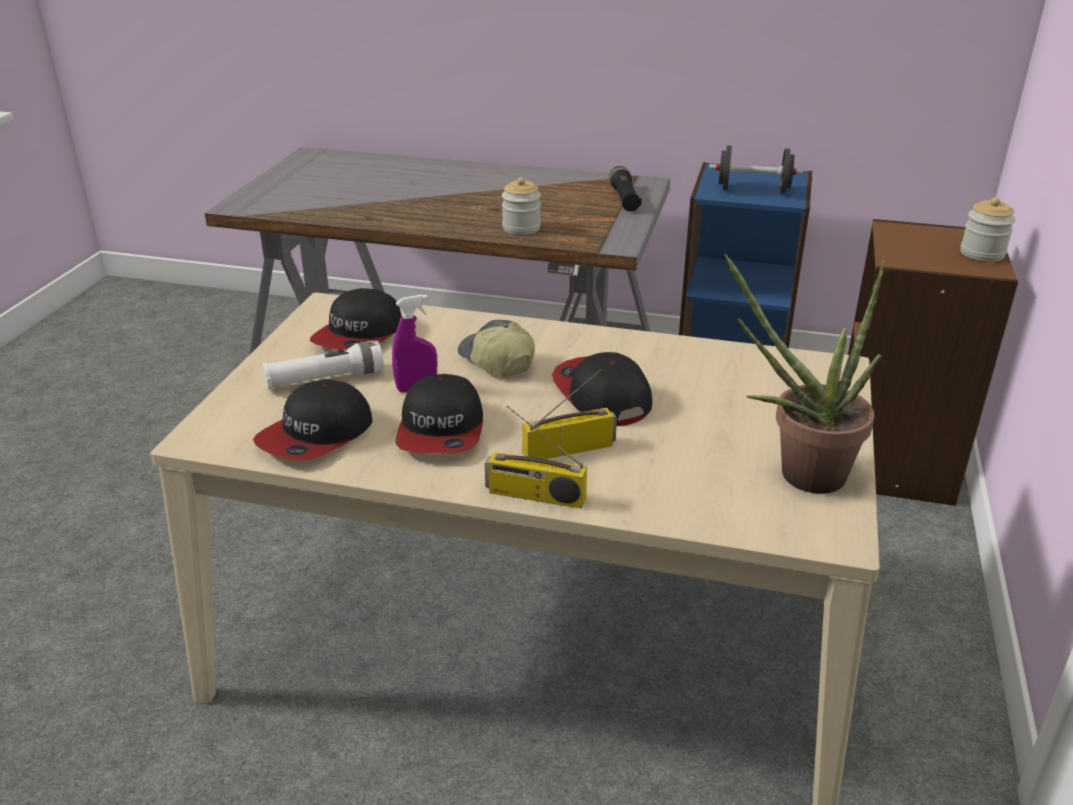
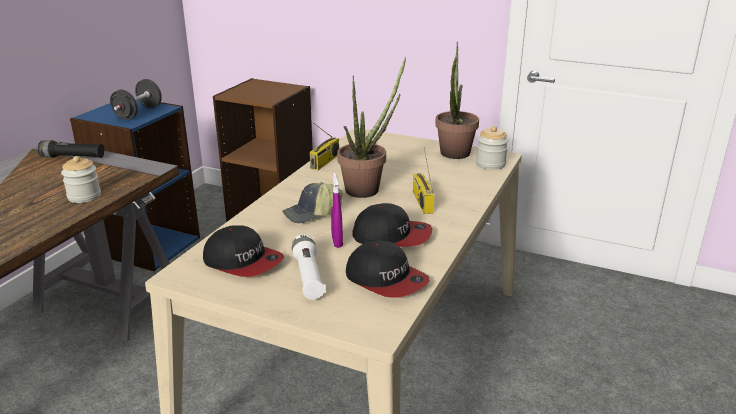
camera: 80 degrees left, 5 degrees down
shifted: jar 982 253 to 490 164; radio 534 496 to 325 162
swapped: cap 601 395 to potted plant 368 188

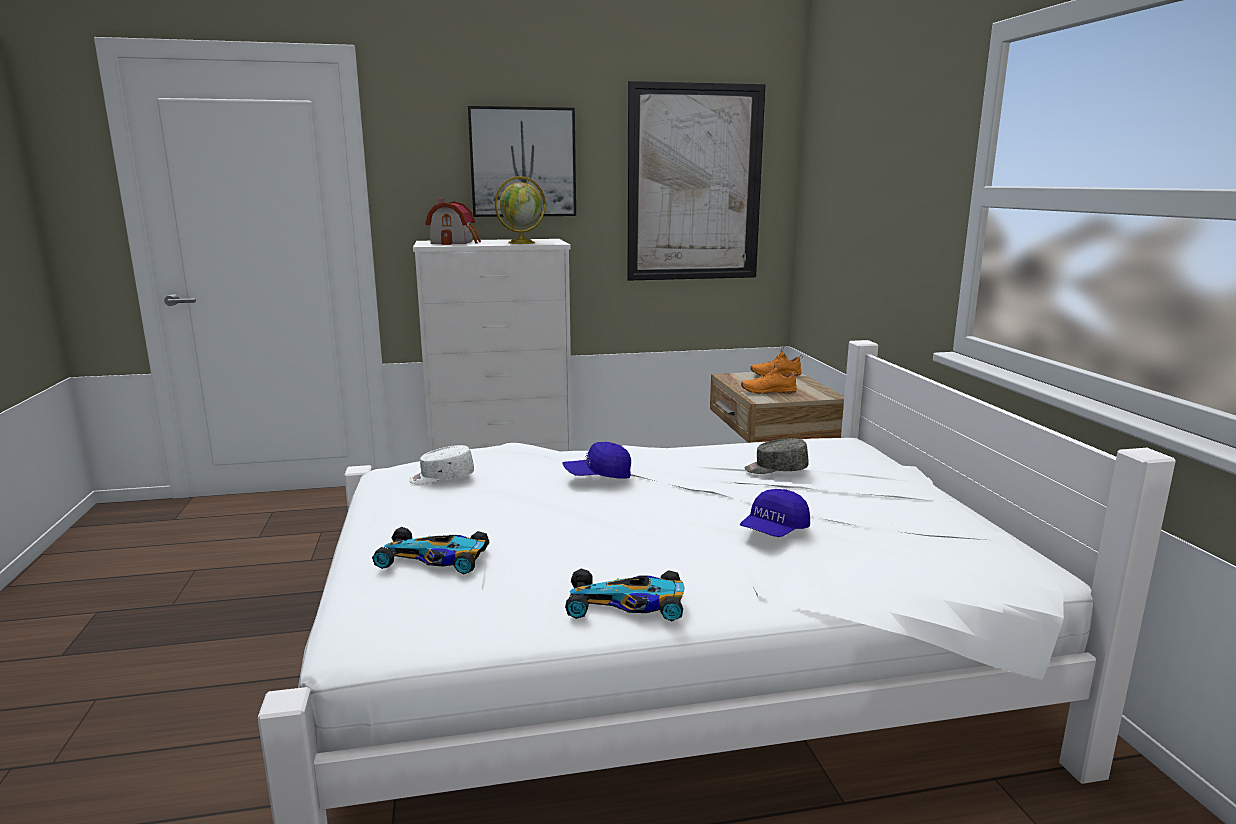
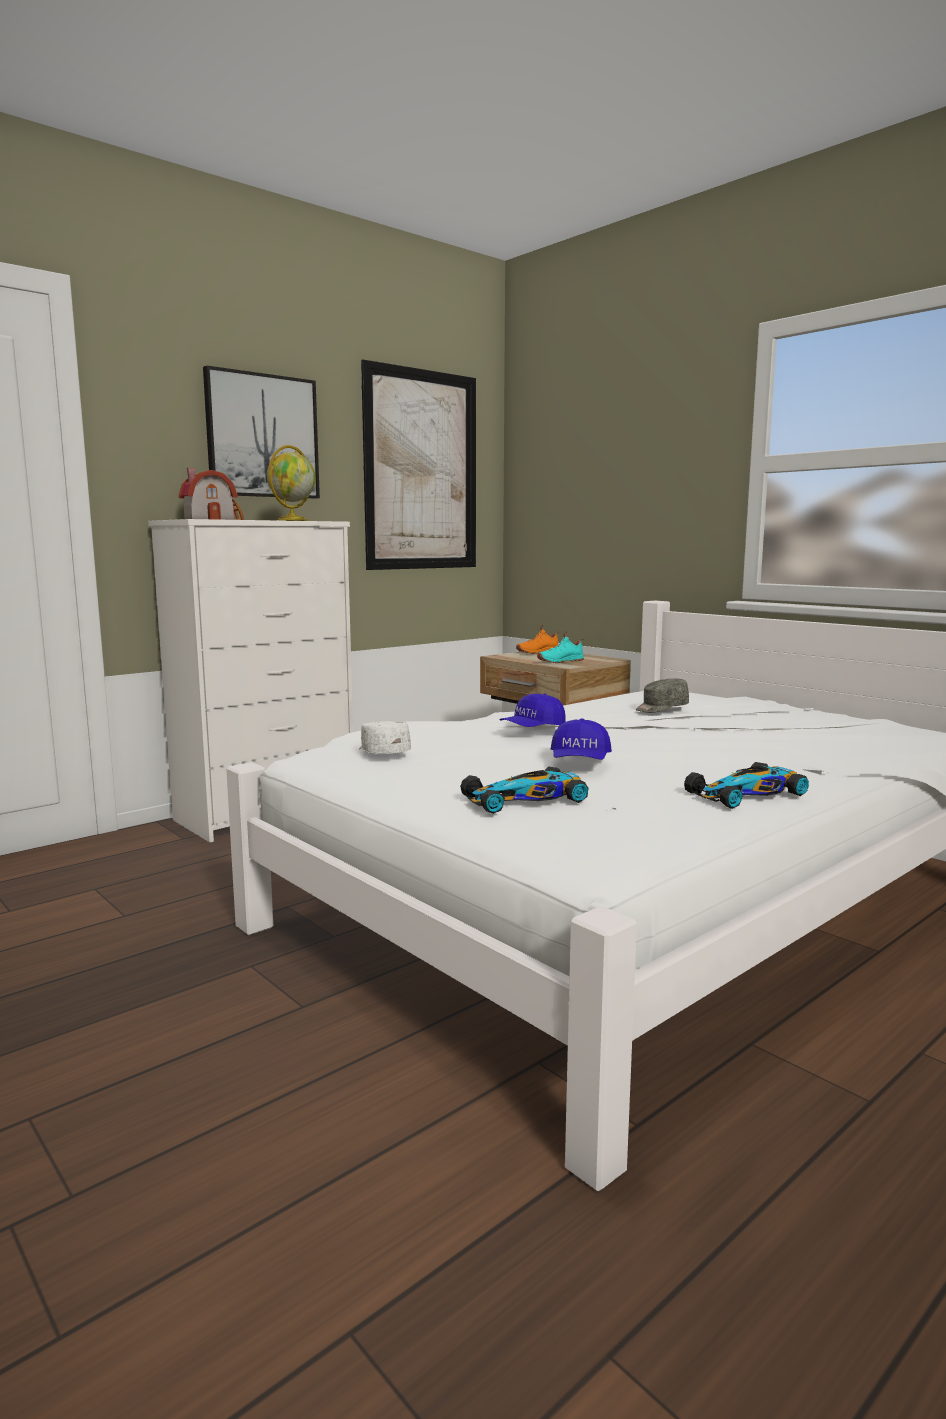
camera: 30 degrees left, 5 degrees down
shifted: cap (blue) 774 531 to 580 762
repainted: shoe (orange) 768 391 to shoe (turquoise) 559 661
rotated: cap (white) 442 478 = 382 752 105 degrees clockwise

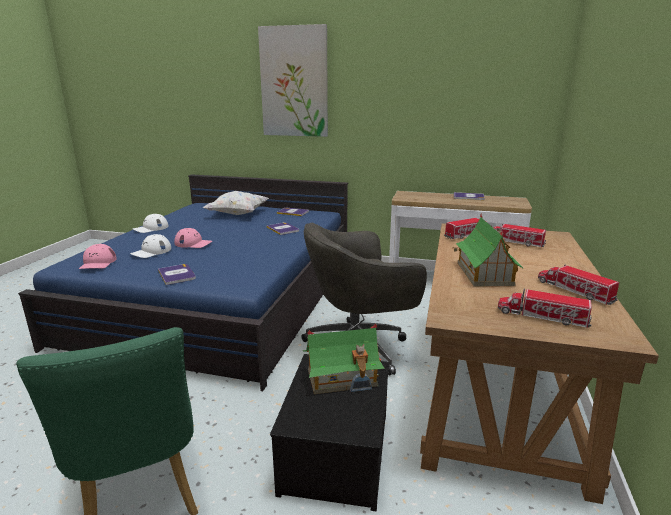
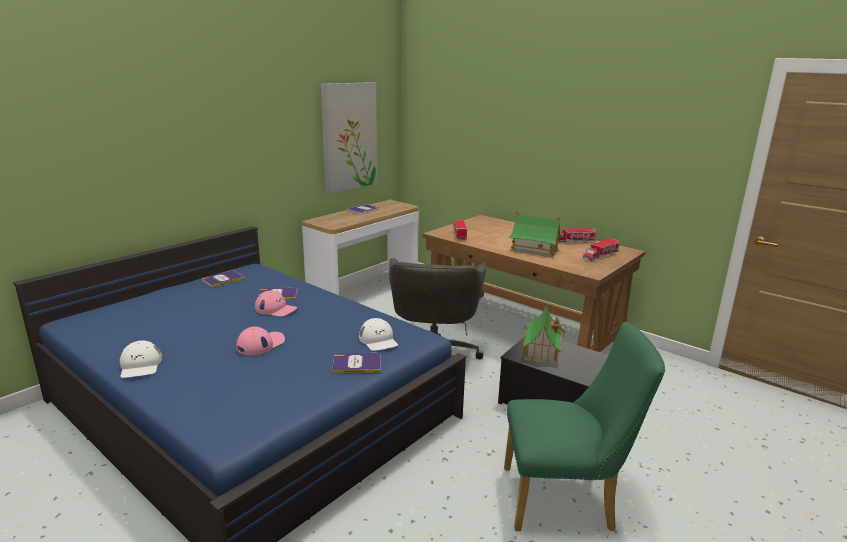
camera: 65 degrees left, 0 degrees up
gone: pillow (white) 237 214; toy truck 513 242
shifted: picture 294 82 to 349 137; cap (white) 151 251 to 378 340; cap (pink) 98 263 to 276 309

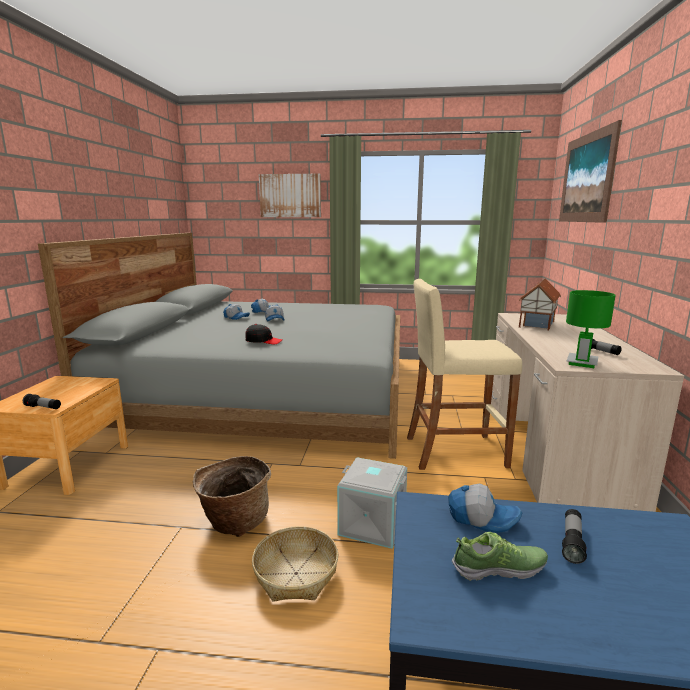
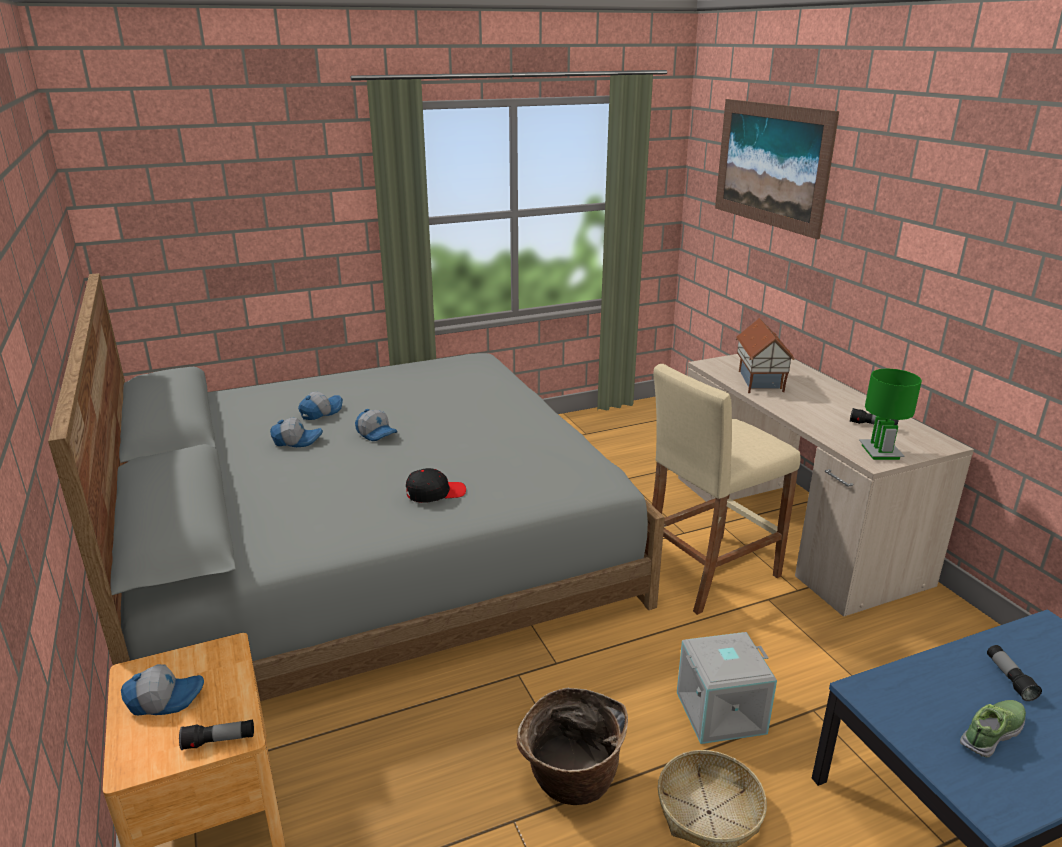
camera: 30 degrees left, 10 degrees up
gone: picture 290 195
shifted: cap 482 517 to 165 698

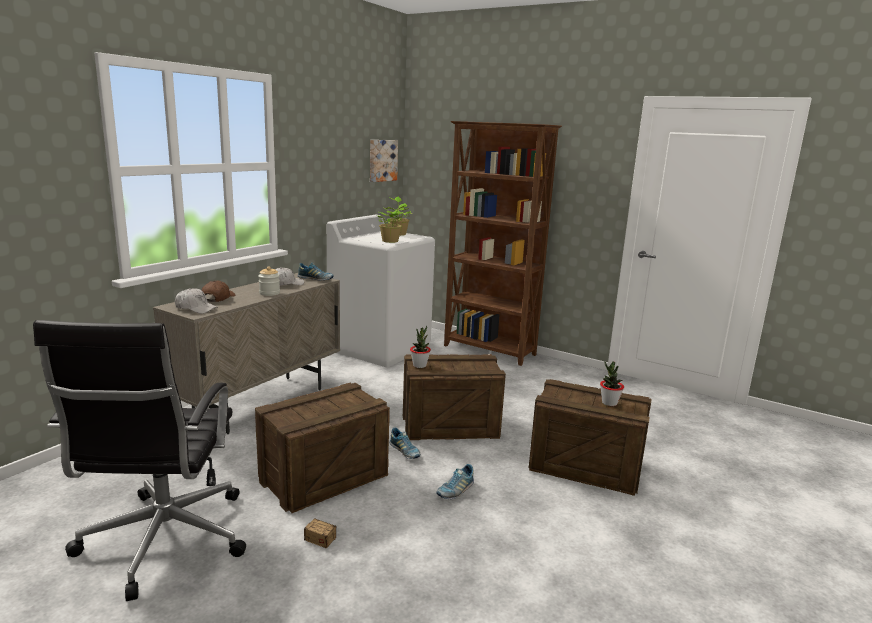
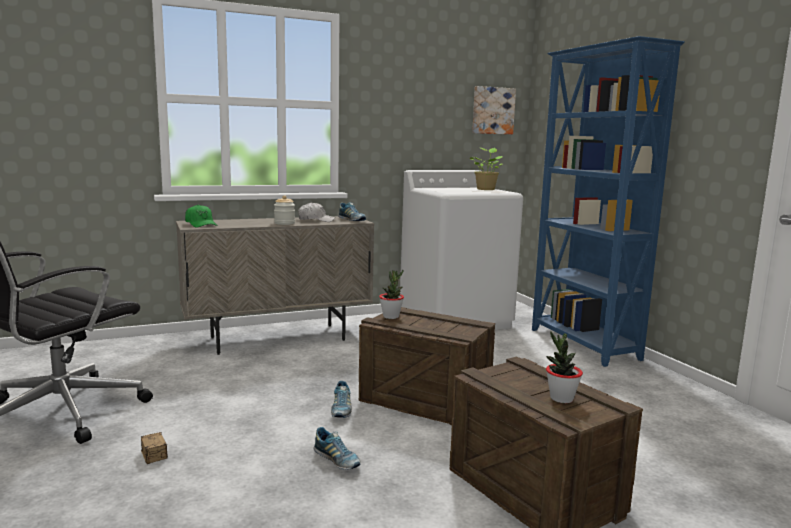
camera: 35 degrees right, 5 degrees down
gone: potted plant 391 241; cap (brown) 218 298; crate 323 478
repainted: bookcase (brown) 489 351 to bookcase (blue) 583 344; cap (white) 196 308 to cap (green) 201 224
rotated: shoe 455 490 = 337 460 120 degrees counterclockwise

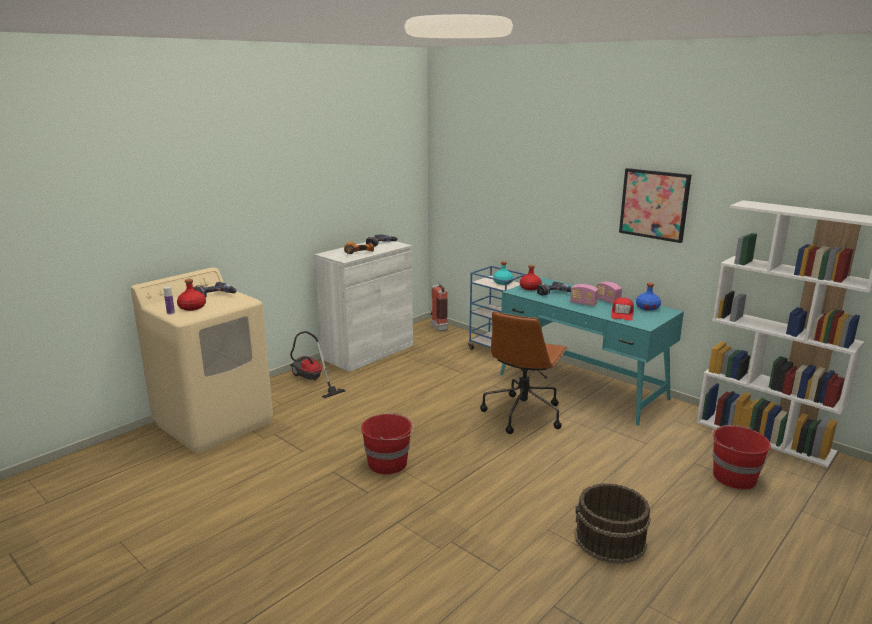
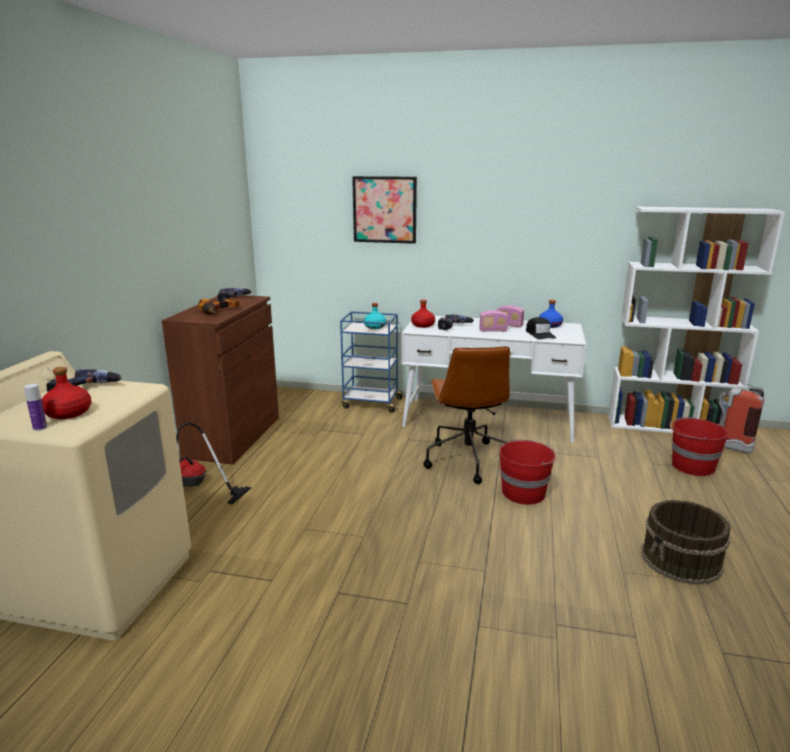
camera: 30 degrees left, 0 degrees up
shifted: picture 654 204 to 385 209; fire extinguisher 437 326 to 728 447; bucket (red) 388 463 to 524 493
repainted: cabinet (white) 368 352 to cabinet (brown) 233 436; desk (turquoise) 582 386 to desk (white) 488 419; cap (red) 622 314 to cap (black) 540 334

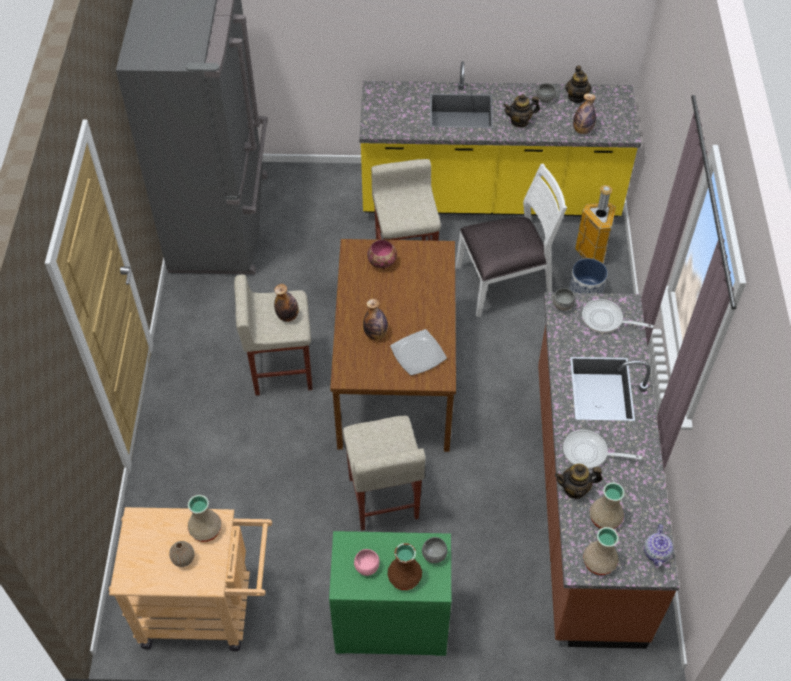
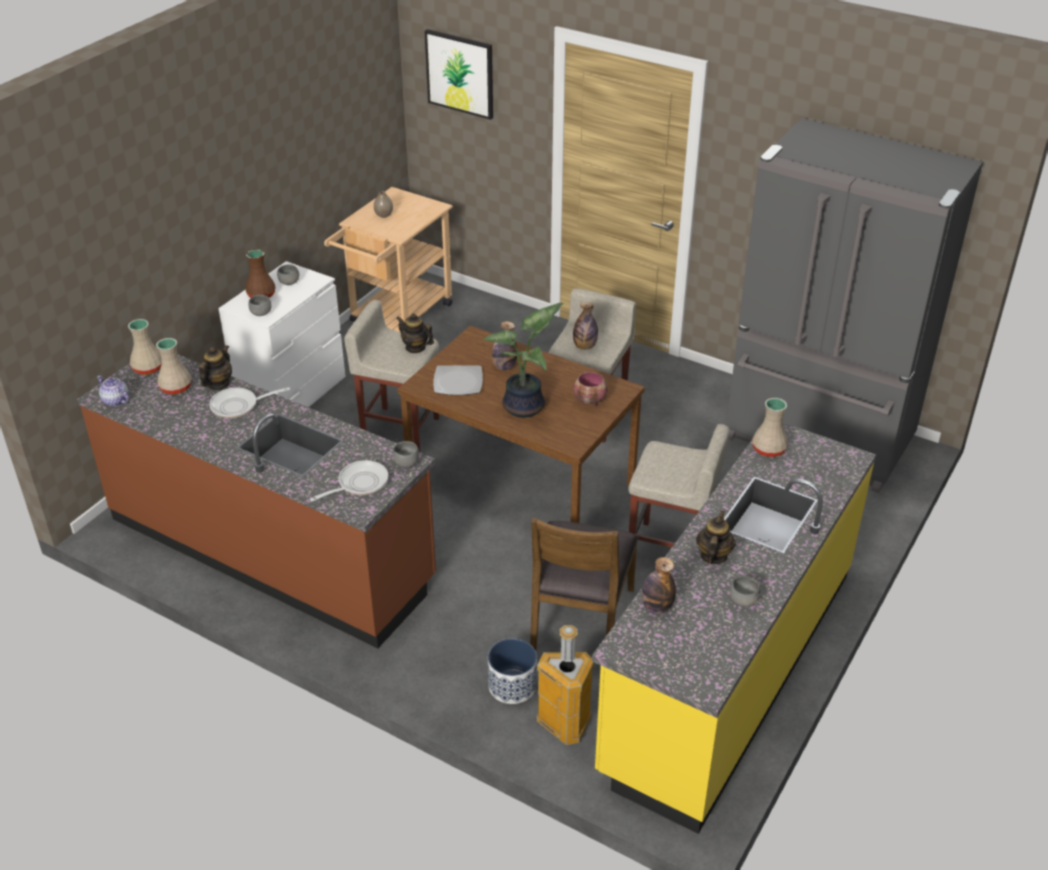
camera: 120 degrees right, 15 degrees down
new: picture 460 73; potted plant 526 407
shifted: teapot 576 97 to 415 347; vase (beige) 205 530 to 768 449
repainted: chair (white) 504 282 to chair (brown) 580 619; dresser (green) 390 622 to dresser (white) 292 394; bowl (pink) 366 567 to bowl (grey) 289 282
rotated: frying pan 589 453 = 238 406 150 degrees counterclockwise

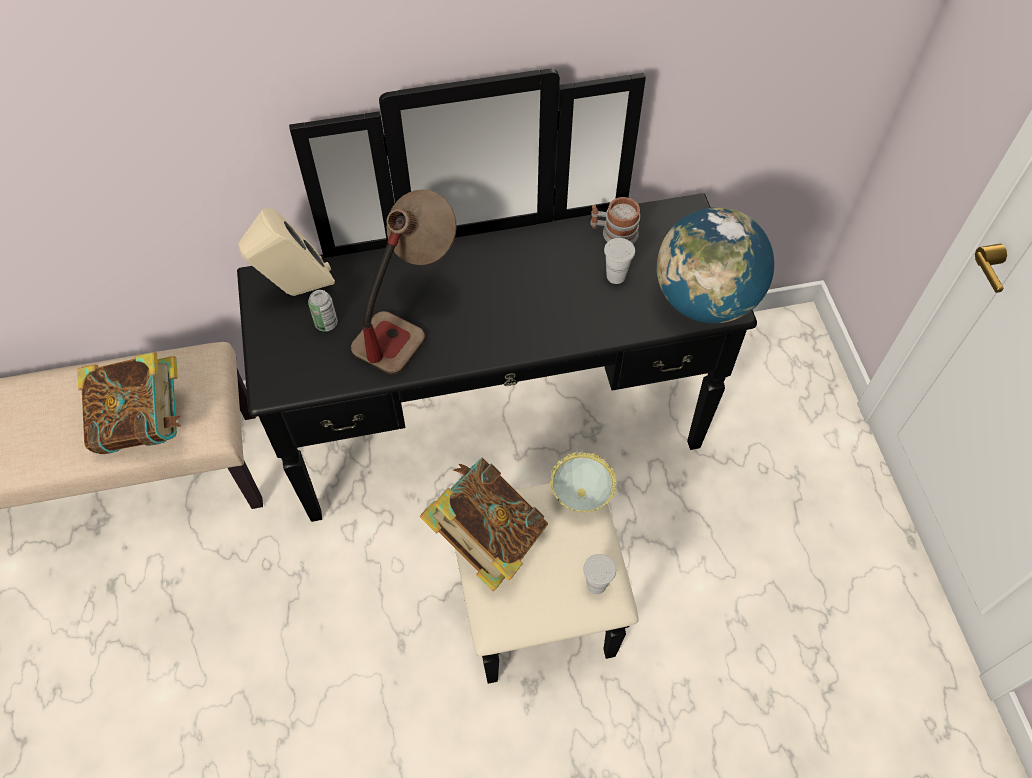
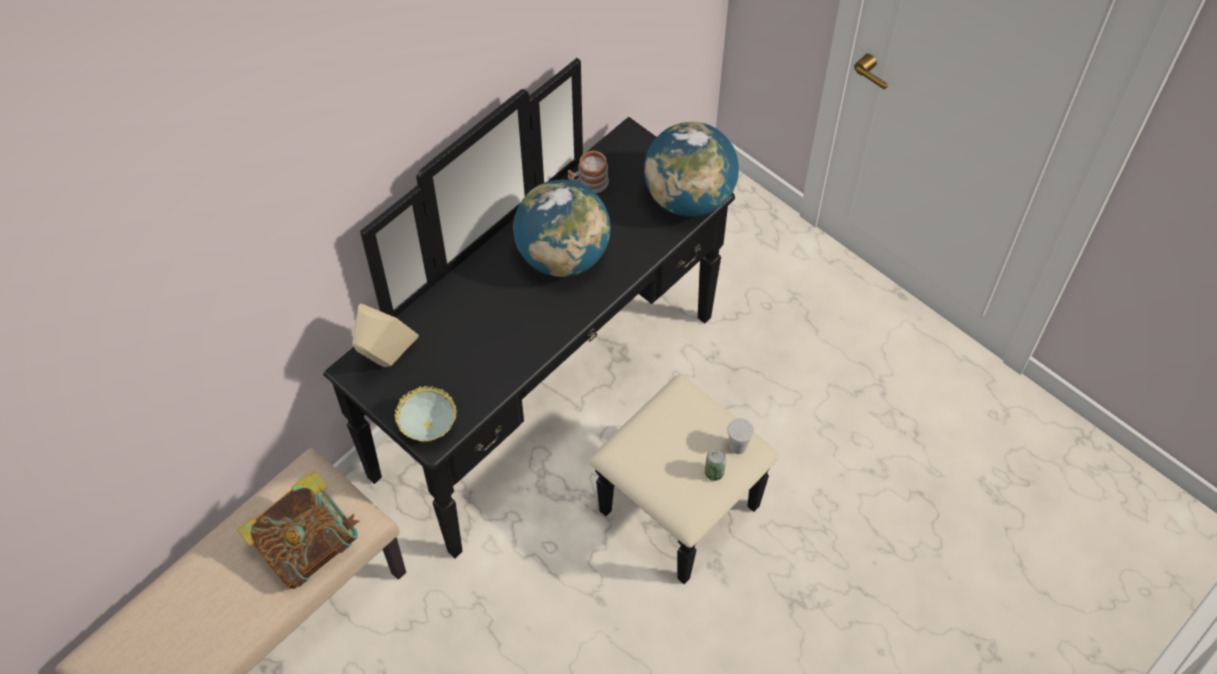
camera: 35 degrees left, 0 degrees up
gone: table lamp 407 318; cup (white) 616 276; book 486 537
new: globe 563 255
shifted: can 326 323 to 714 472; bowl 581 496 to 429 428

